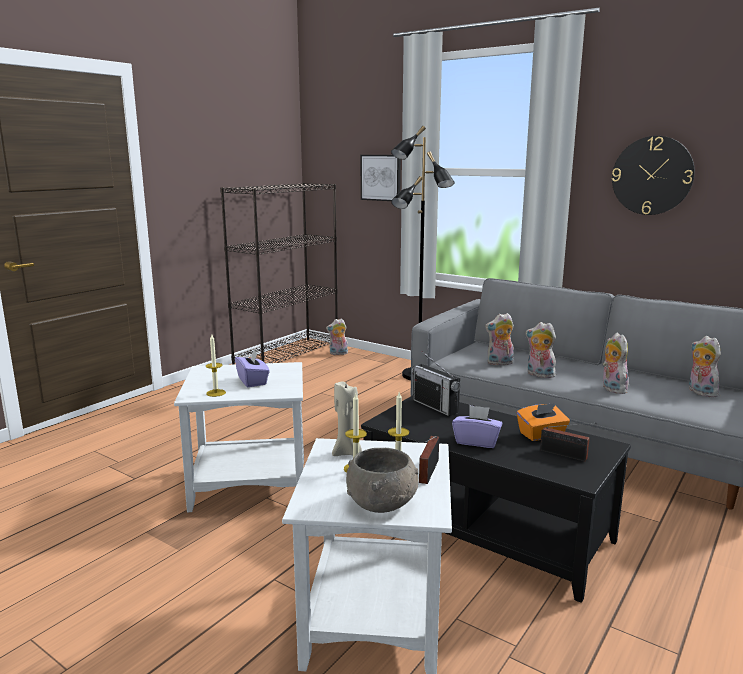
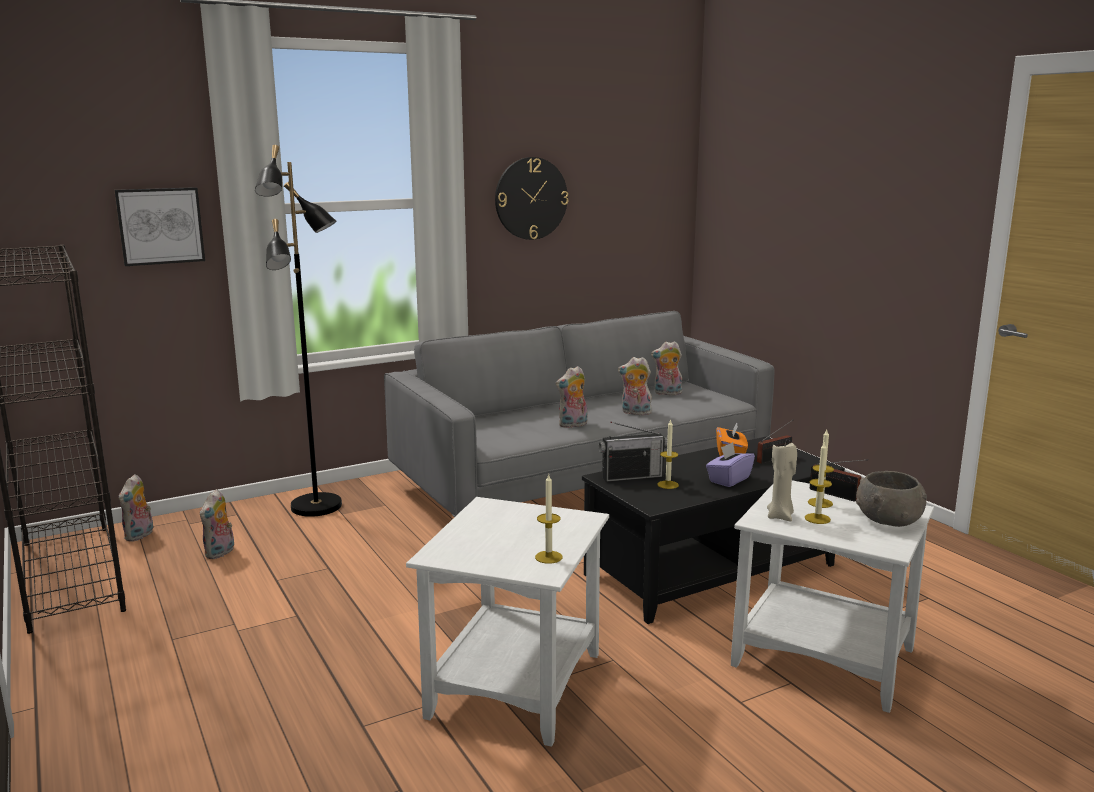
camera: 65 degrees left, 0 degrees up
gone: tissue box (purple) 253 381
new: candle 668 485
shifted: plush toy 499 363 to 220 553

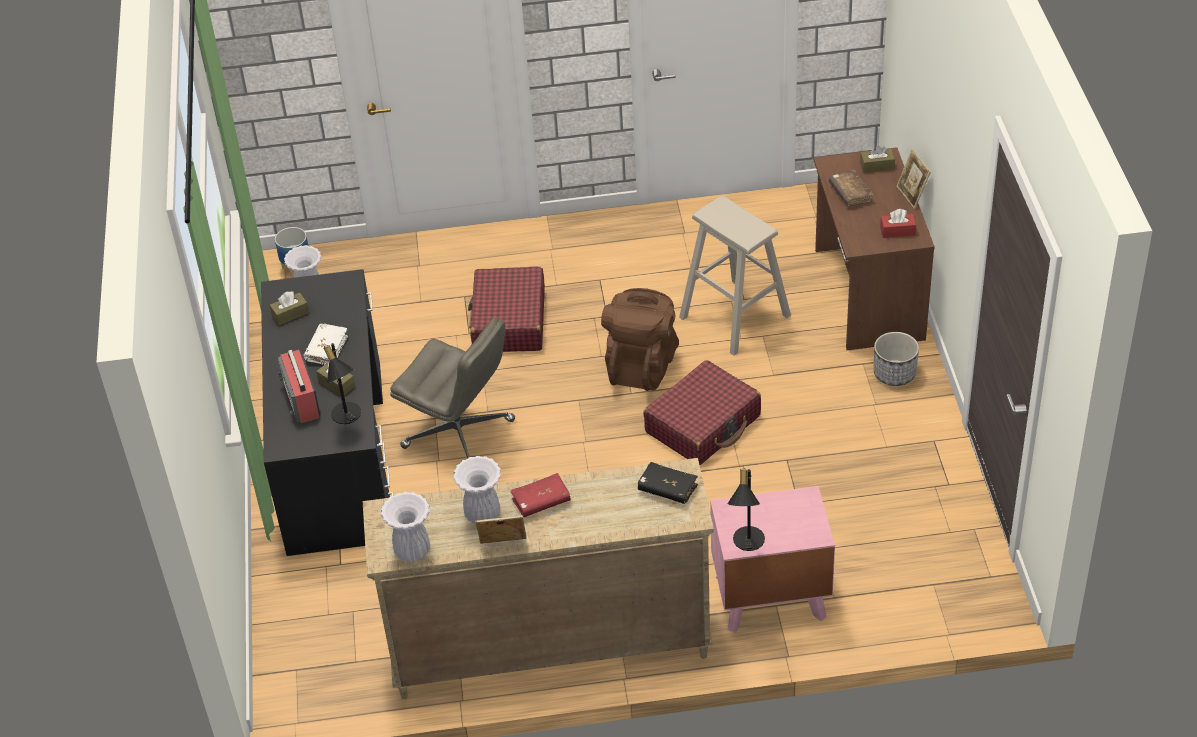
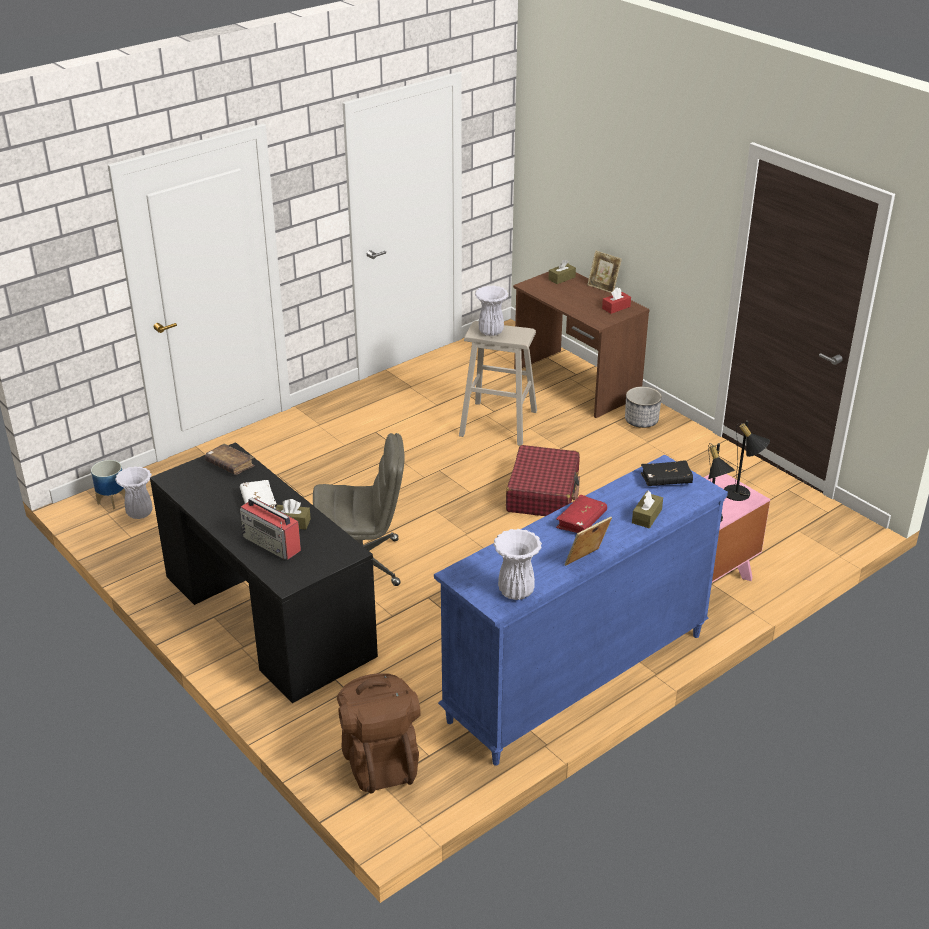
camera: 35 degrees left, 10 degrees down
gone: suitcase (red) 509 322
shifted: book (brown) 850 194 to 230 465; backpack (brown) 641 365 to 380 760; tissue box (brown) 290 314 to 646 516; table lamp (black) 347 417 to 741 495; vase (white) 482 514 to 490 332
repainted: dresser (beige) 548 646 to dresser (blue) 576 677

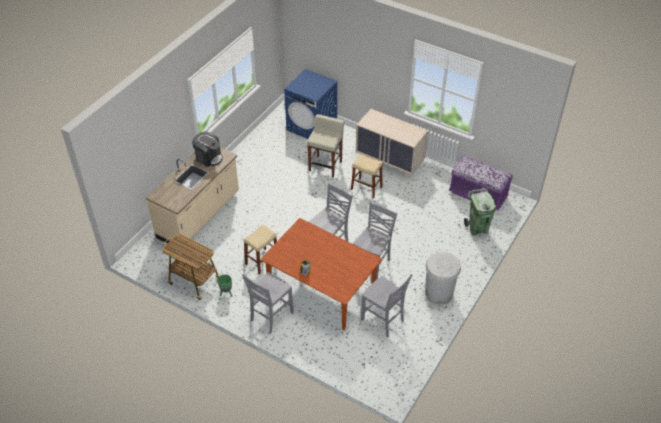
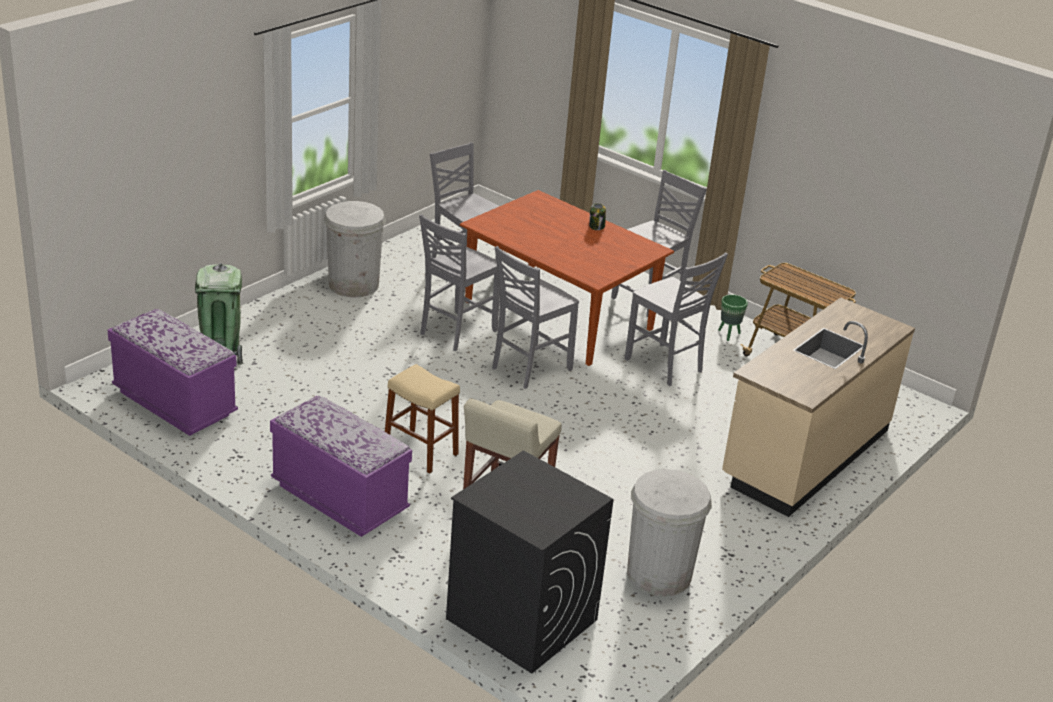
camera: 175 degrees left, 15 degrees down
gone: coffee machine 208 157
new: trash can (white) 659 574
swapped: dresser (beige) 390 161 to bench (purple) 339 498; stool (beige) 262 261 to chair (grey) 665 366
repainted: washing machine (blue) 312 127 to washing machine (black) 521 619

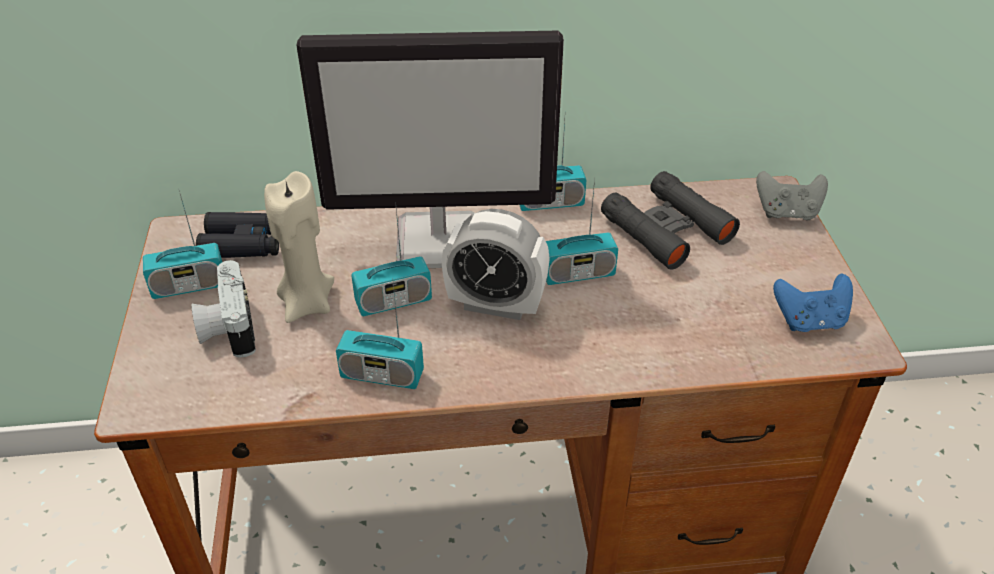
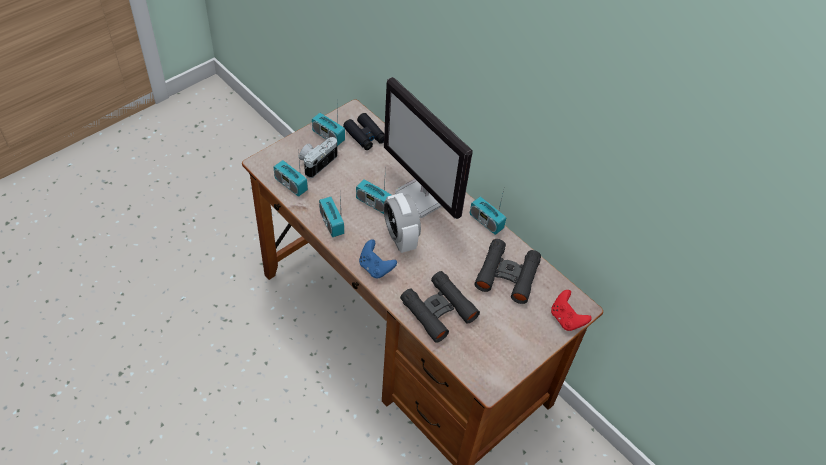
camera: 50 degrees right, 10 degrees up
gone: candle (beige) 307 304
new: binoculars (black) 438 310
shifted: radio 578 274 to 291 185; game controller (blue) 809 321 to 375 268
repainted: game controller (grey) 787 213 to game controller (red) 566 319

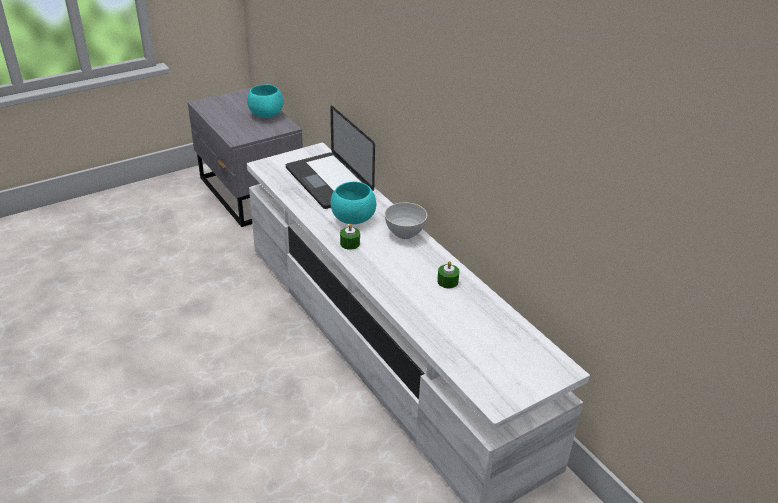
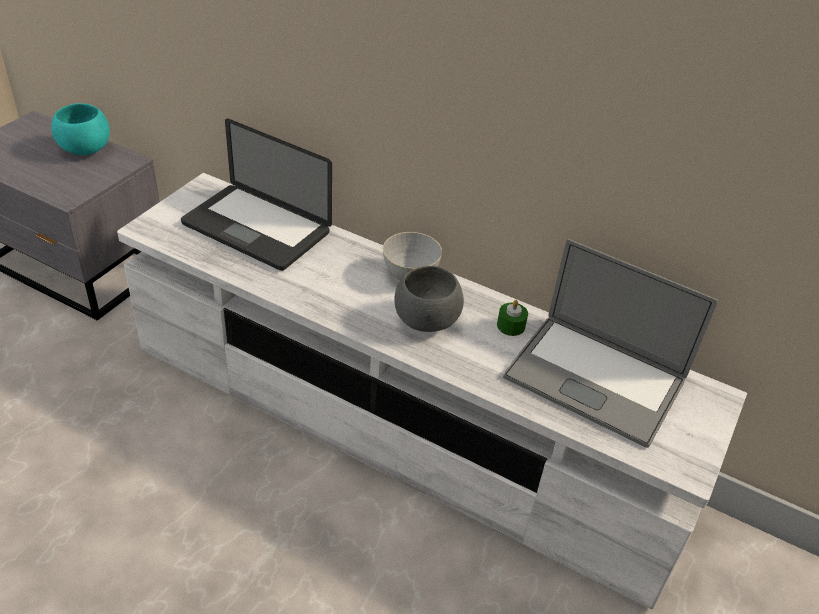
camera: 30 degrees left, 5 degrees up
gone: bowl (turquoise) 353 219; candle (green) 350 243
new: laptop 594 379; bowl (grey) 426 320

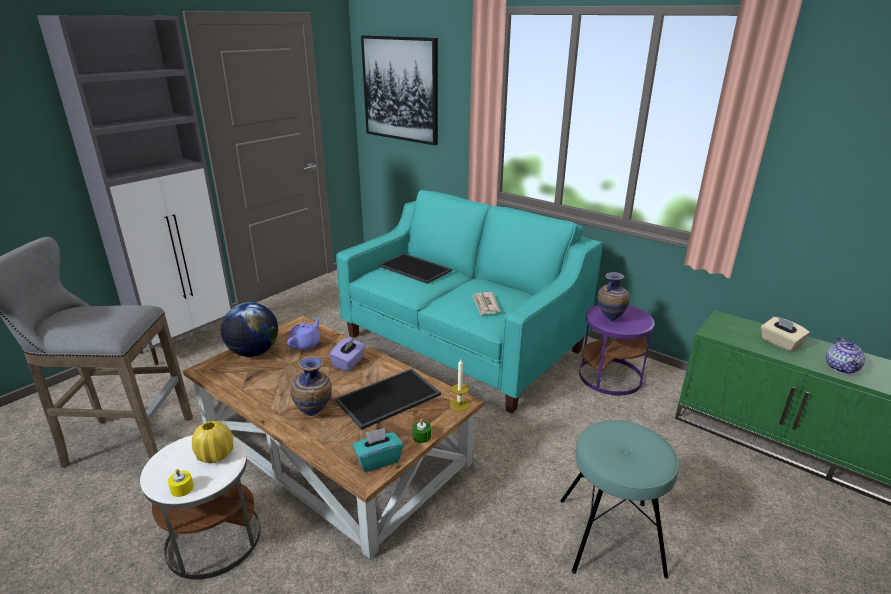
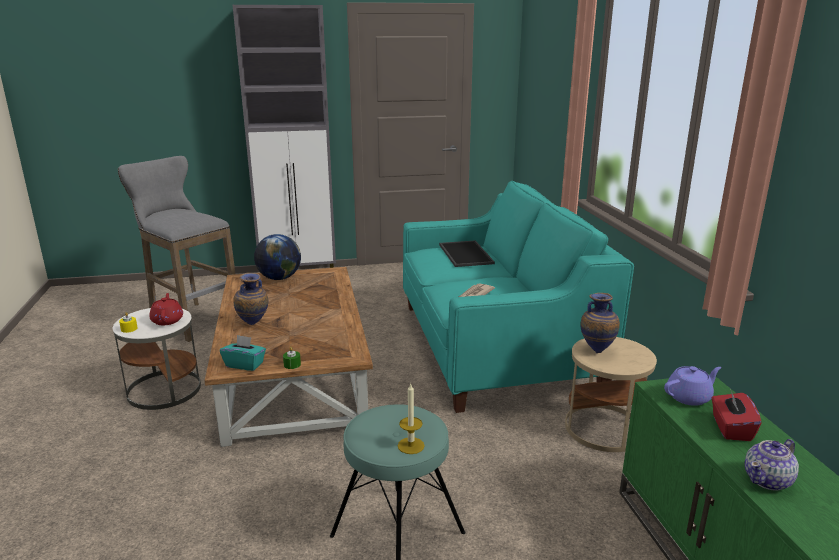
camera: 40 degrees right, 5 degrees down
gone: picture 400 89; tissue box (purple) 349 363; tray 388 399
shifted: teapot (purple) 306 344 to 689 397; candle 459 404 to 411 445
swapped: vase (yellow) 215 454 to teapot (red) 167 320
repainted: side table (purple) 610 376 to side table (beige) 604 428; tissue box (beige) 780 343 to tissue box (red) 731 428

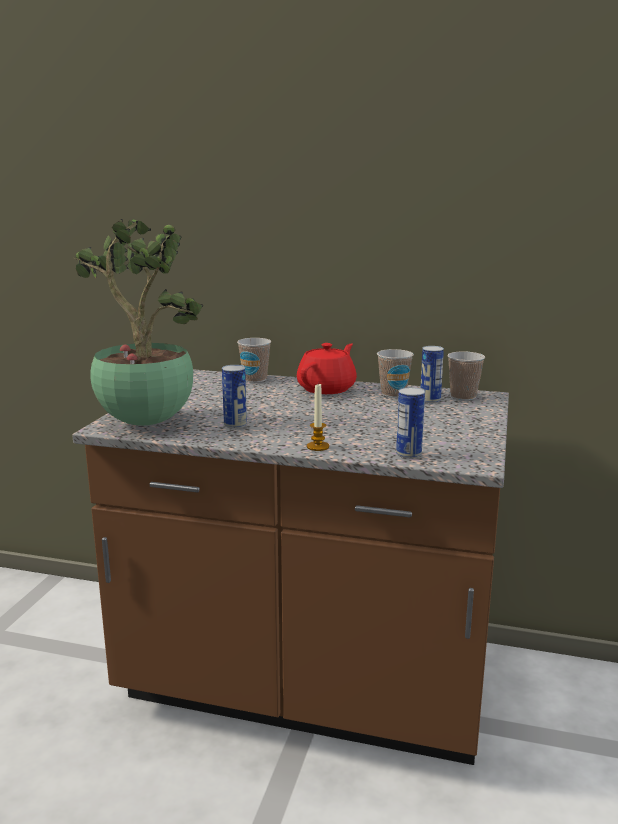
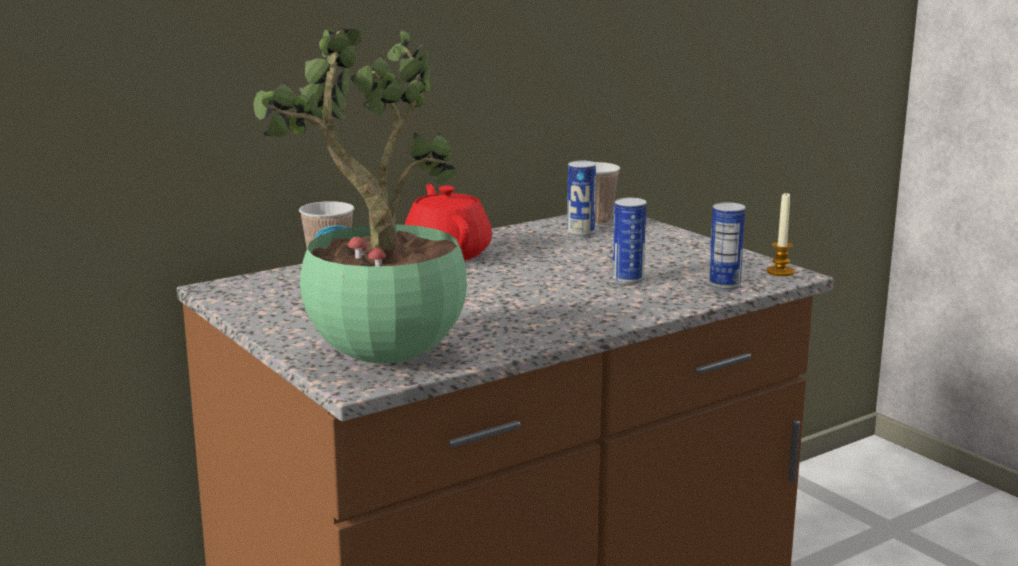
camera: 50 degrees left, 0 degrees up
gone: cup 393 394
shifted: can 235 425 to 628 280; candle 318 447 to 780 272

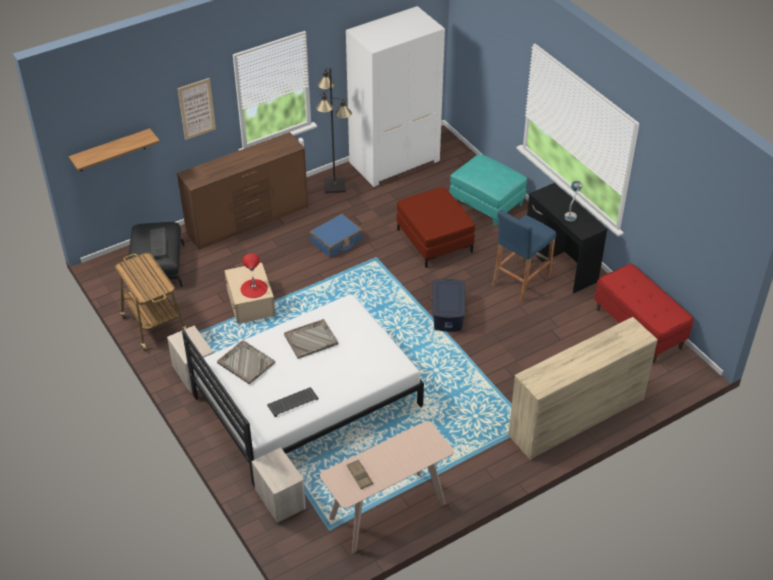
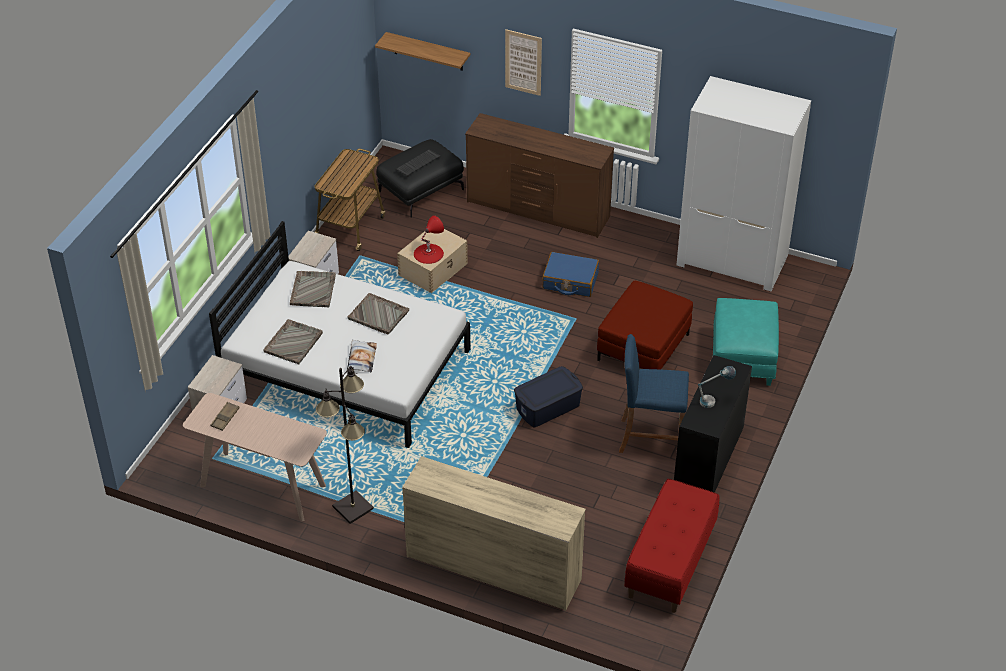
camera: 55 degrees right, 0 degrees up
new: pillow 361 358
shifted: floor lamp (black) 335 186 to 353 508
swapped: keyboard 293 402 to tray (grey) 293 342

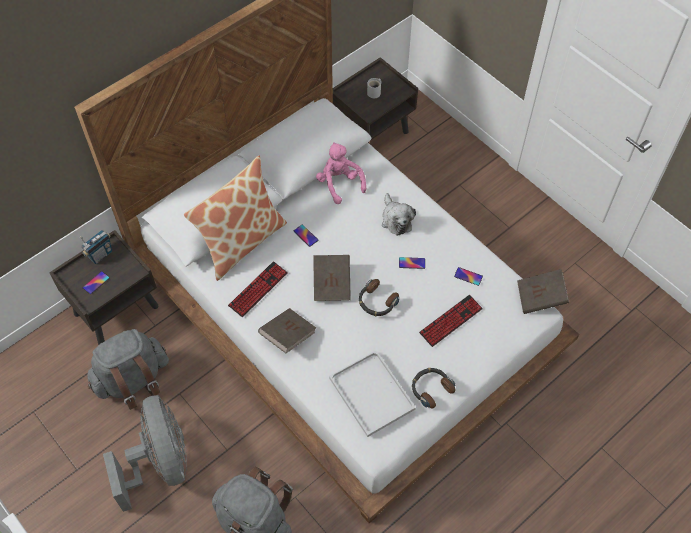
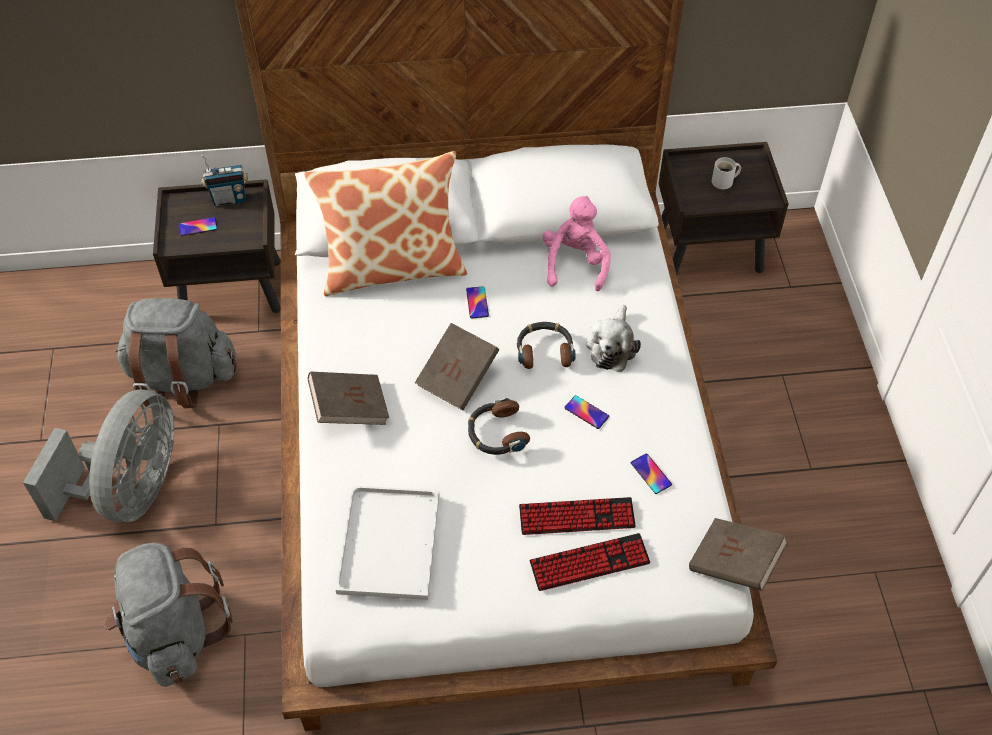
camera: 35 degrees right, 5 degrees down
shifted: keyboard 258 289 to 589 563; headphones 431 388 to 545 350

